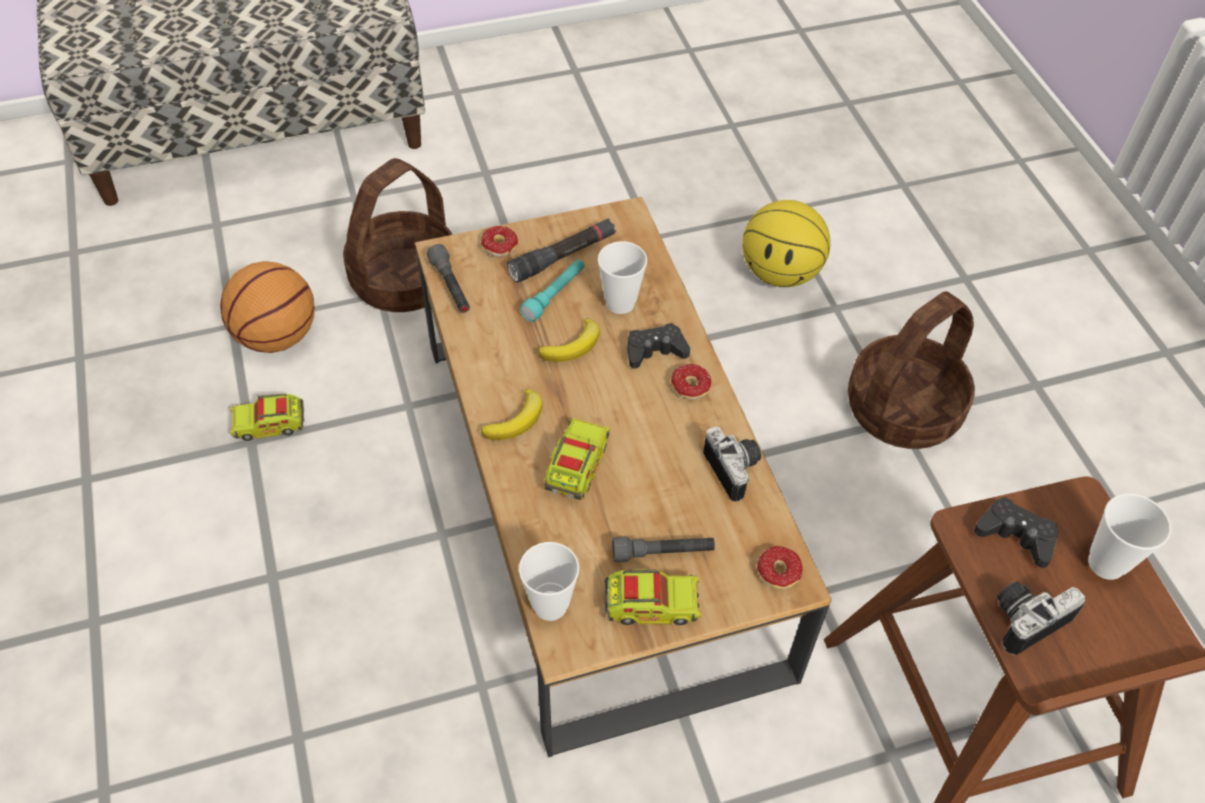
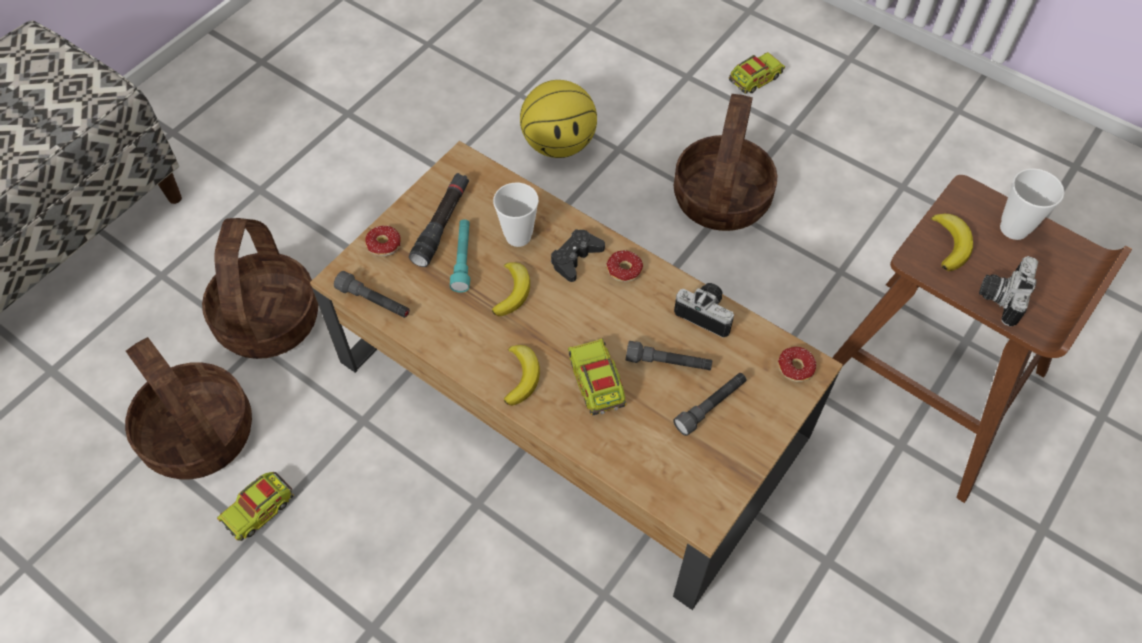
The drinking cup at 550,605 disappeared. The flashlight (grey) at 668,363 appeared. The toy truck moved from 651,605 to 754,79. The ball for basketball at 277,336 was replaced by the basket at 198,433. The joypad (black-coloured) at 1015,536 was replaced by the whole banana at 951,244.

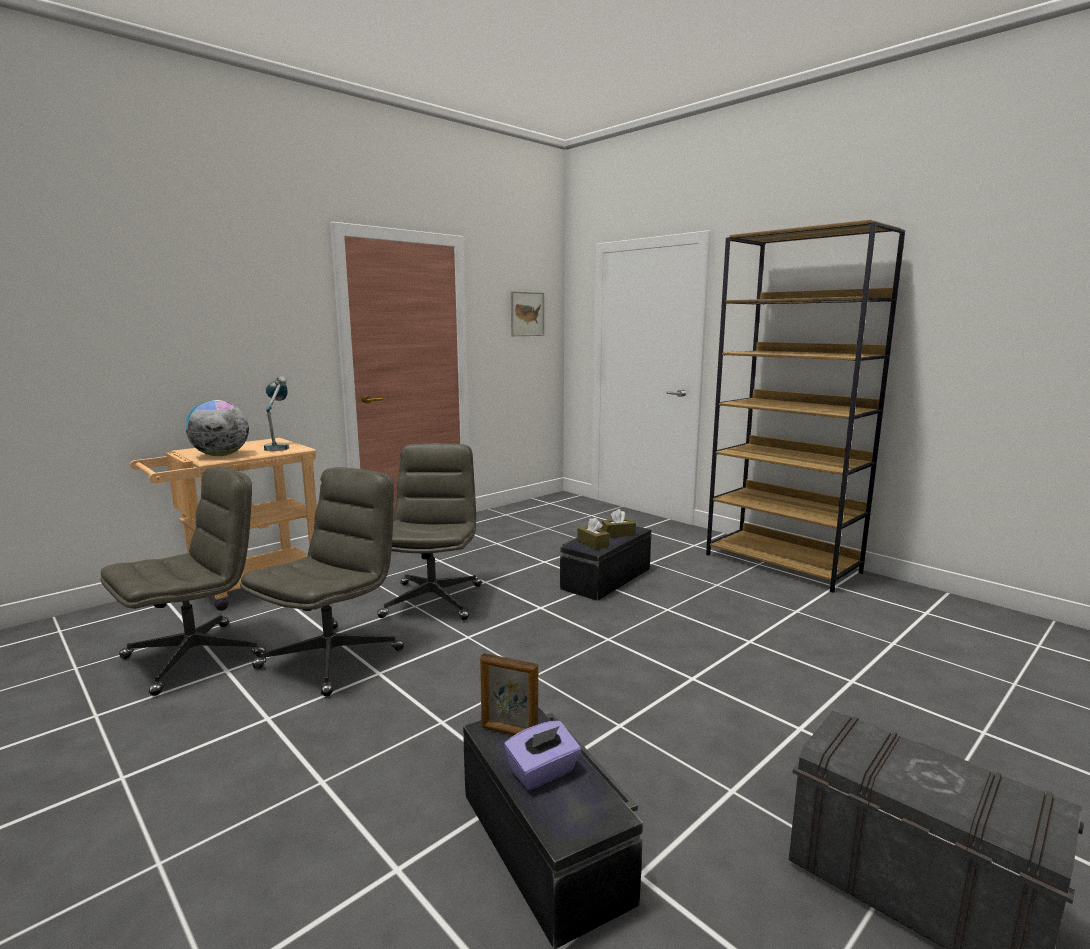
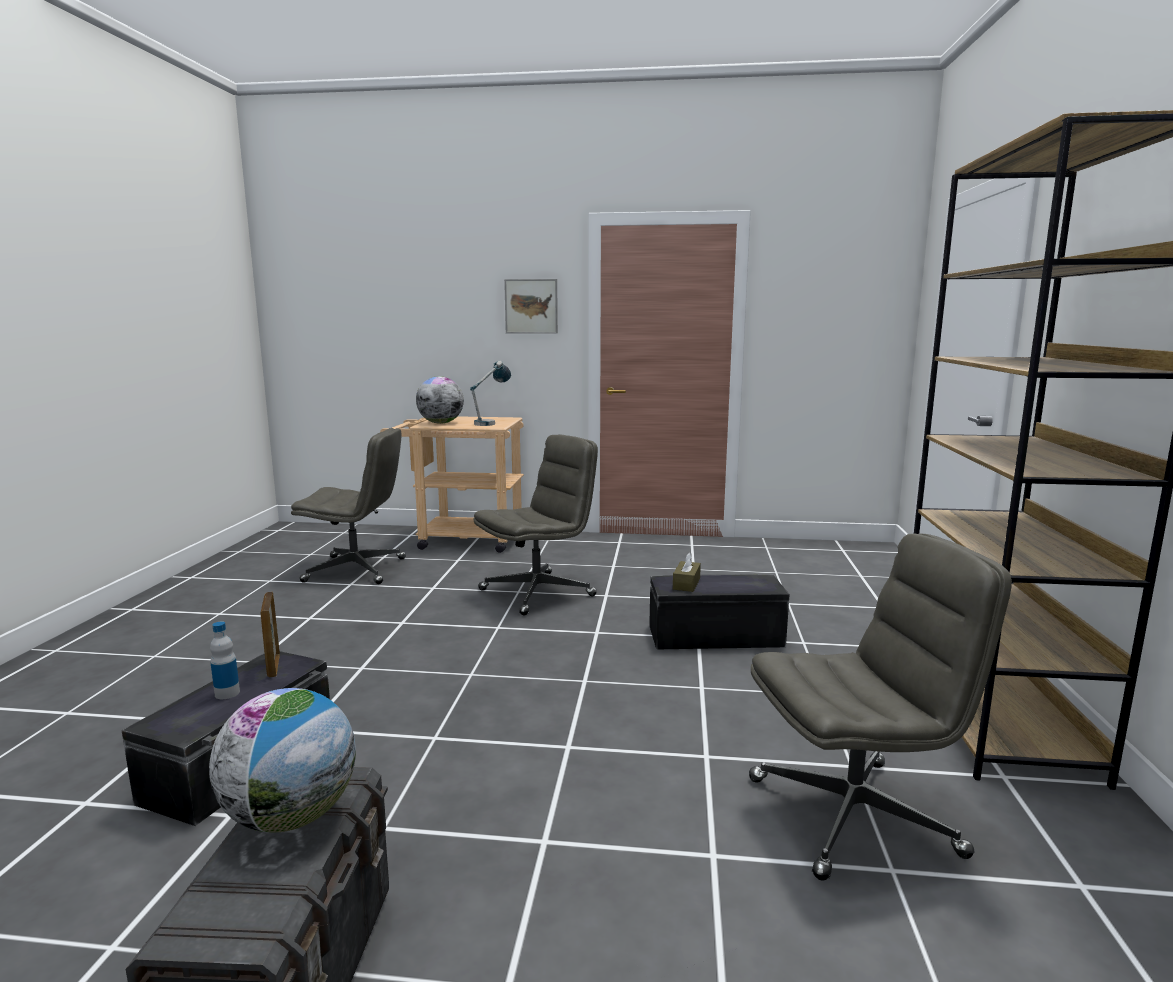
The tissue holder (brownish) at 618,534 disappeared. The globe at 291,816 appeared. The desk chair (grey) moved from 332,658 to 854,815. The wall picture moved from 527,314 to 531,306. The tissue holder (purplish) at 543,772 was replaced by the drink bottle at 227,693.

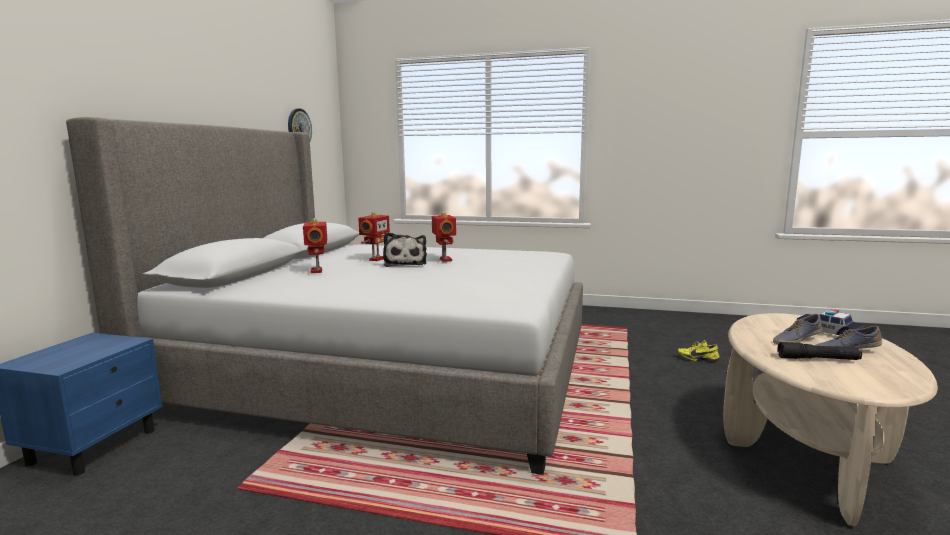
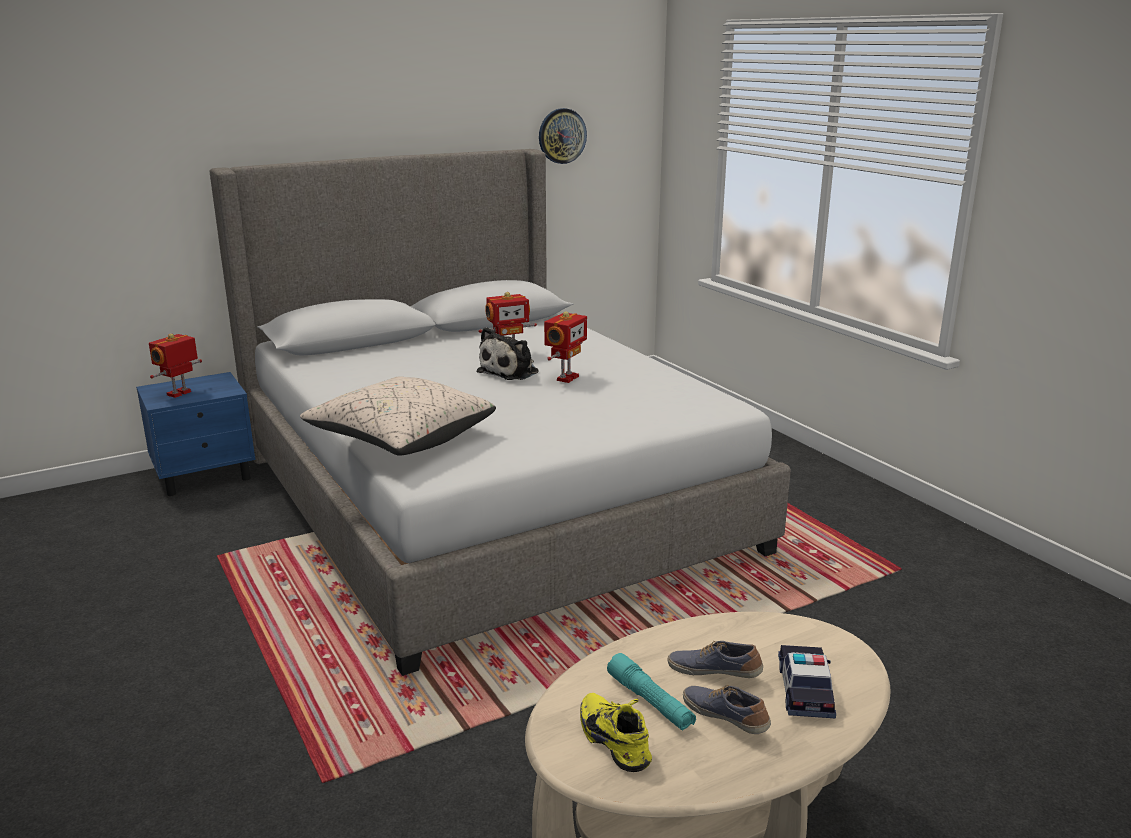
The throw pillow (beige) at 401,438 appeared. The toy robot moved from 317,271 to 180,394. The shoe (yellow) moved from 697,358 to 617,741. The flashlight (black-coloured) at 818,359 became the flashlight (turquoise) at 650,702.

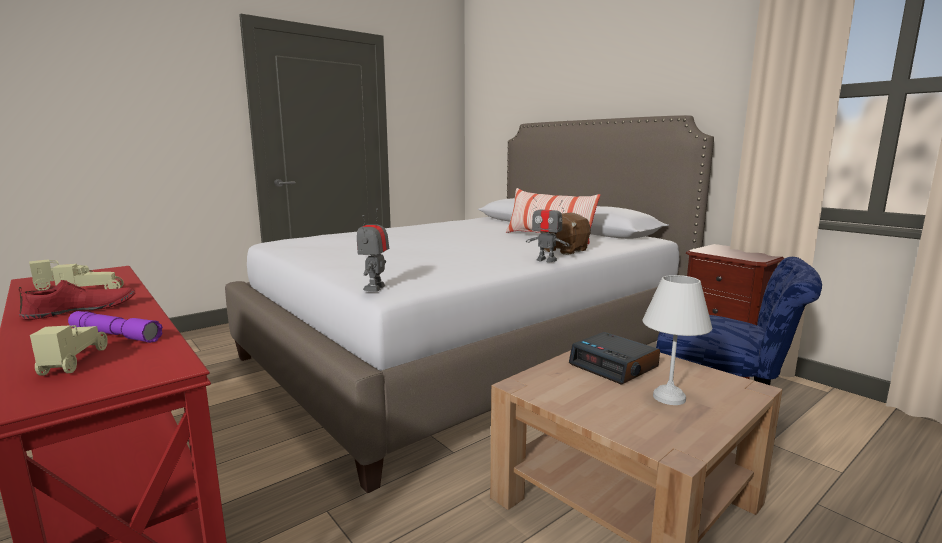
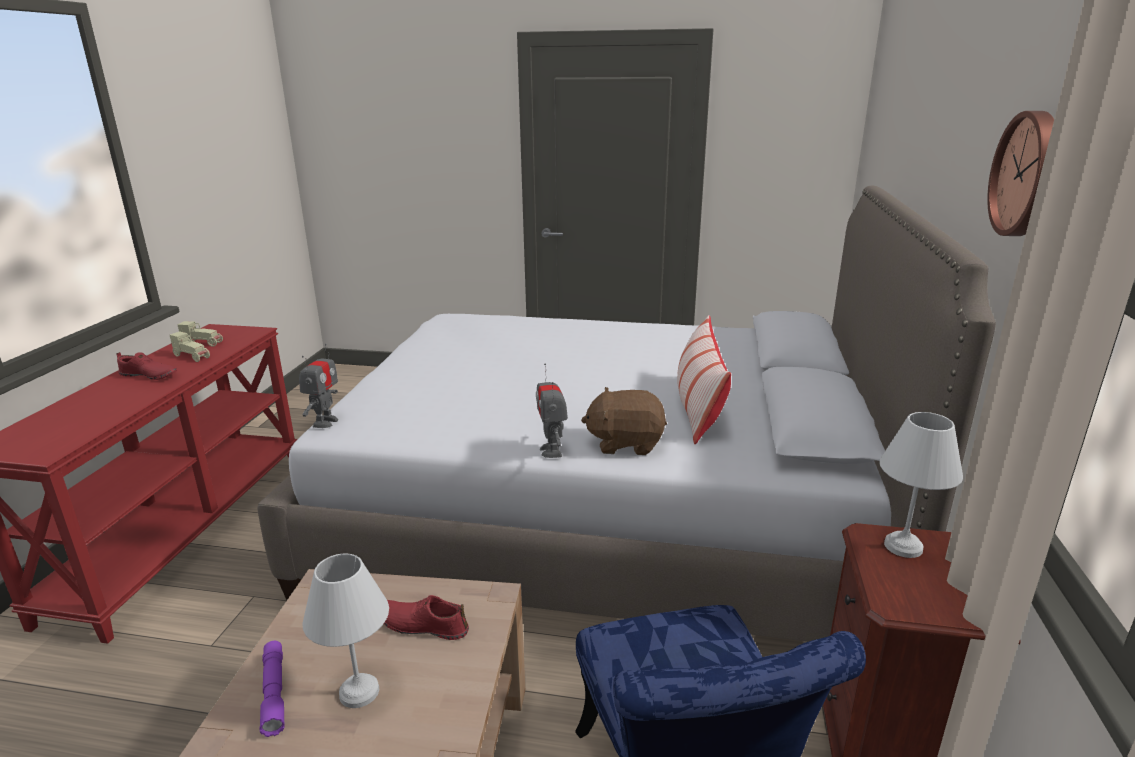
The miniature car (beige) at 74,361 disappeared. The table lamp (whitish) at 905,546 appeared. The hanging clock at 1029,175 appeared. The flashlight (purplish) moved from 115,335 to 274,693. The alarm clock at 614,366 was replaced by the shoe (red) at 422,624. The toy robot at 375,288 turned 135 degrees clockwise.

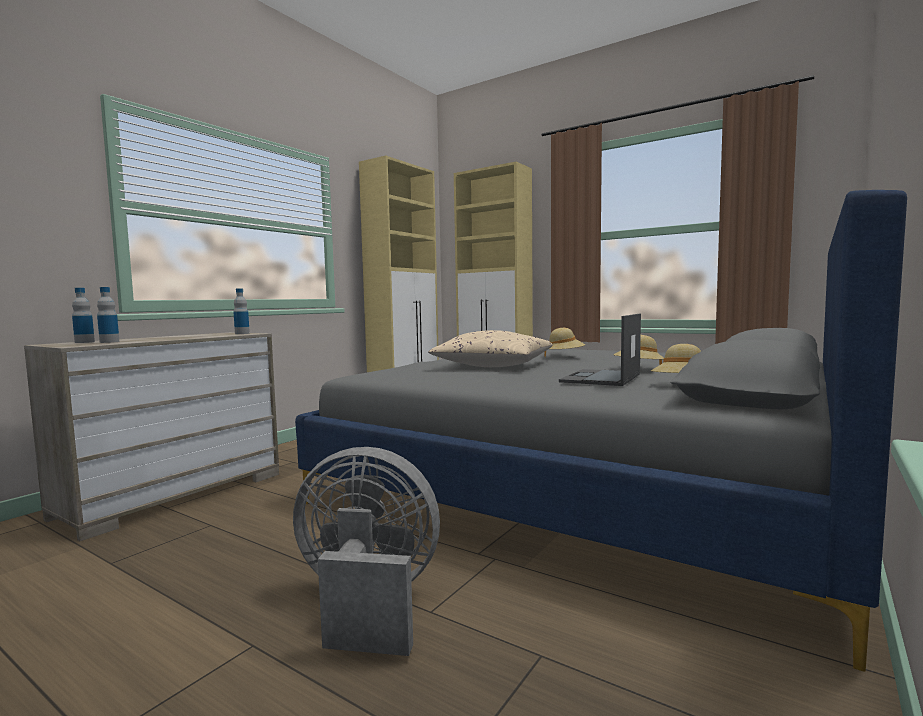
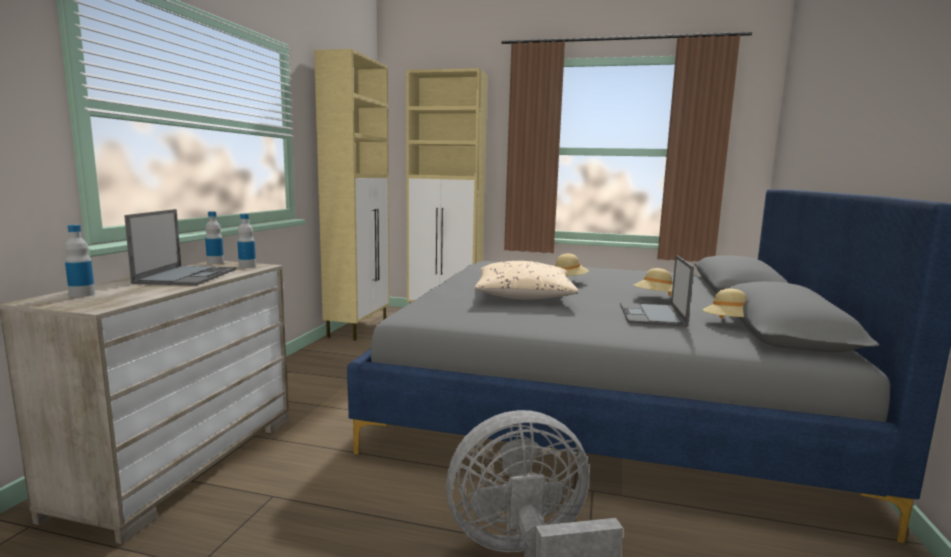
The notebook computer at 187,276 appeared. The drink bottle moved from 109,342 to 215,262.

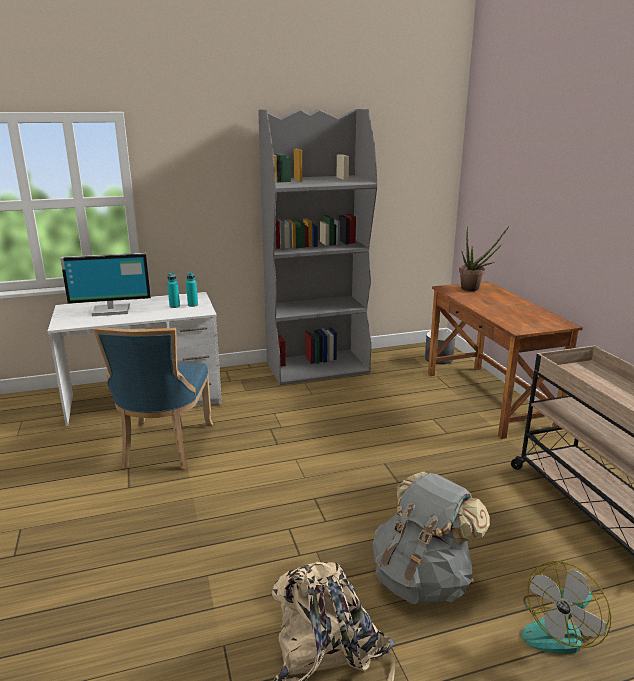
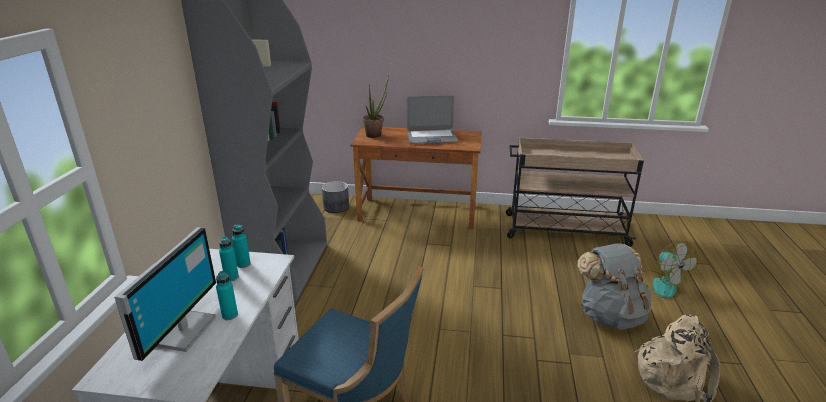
The drink bottle (turquoise) at 230,315 appeared. The notebook computer at 432,137 appeared.

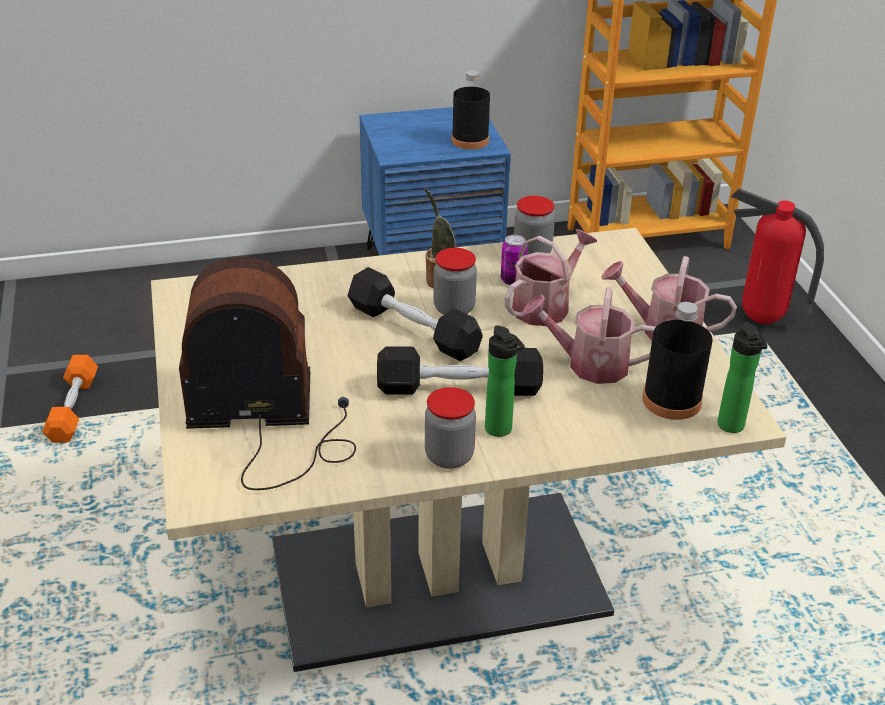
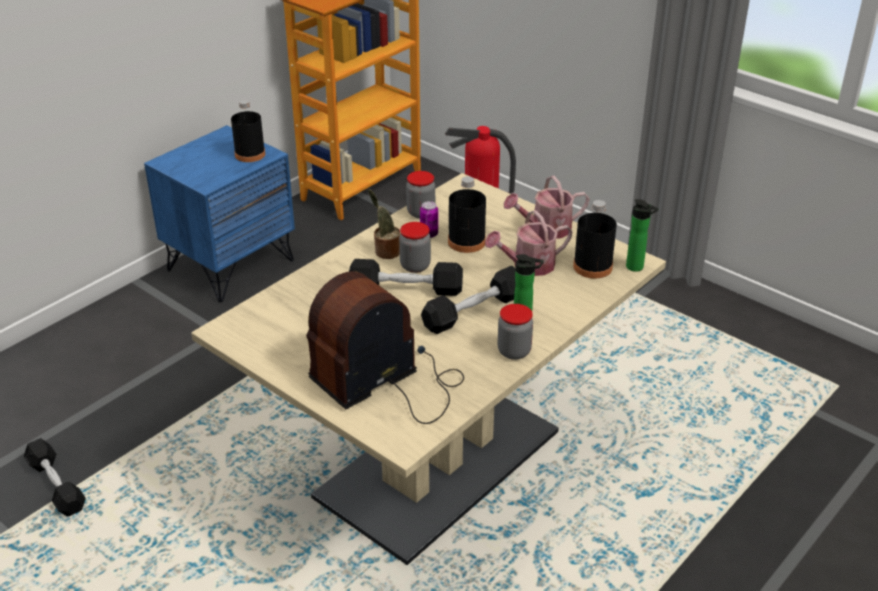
The watering can at 546,306 was replaced by the drink bottle (black-coloured) at 466,242. The dumbbell (orange) at 73,409 became the dumbbell (black-coloured) at 56,485.

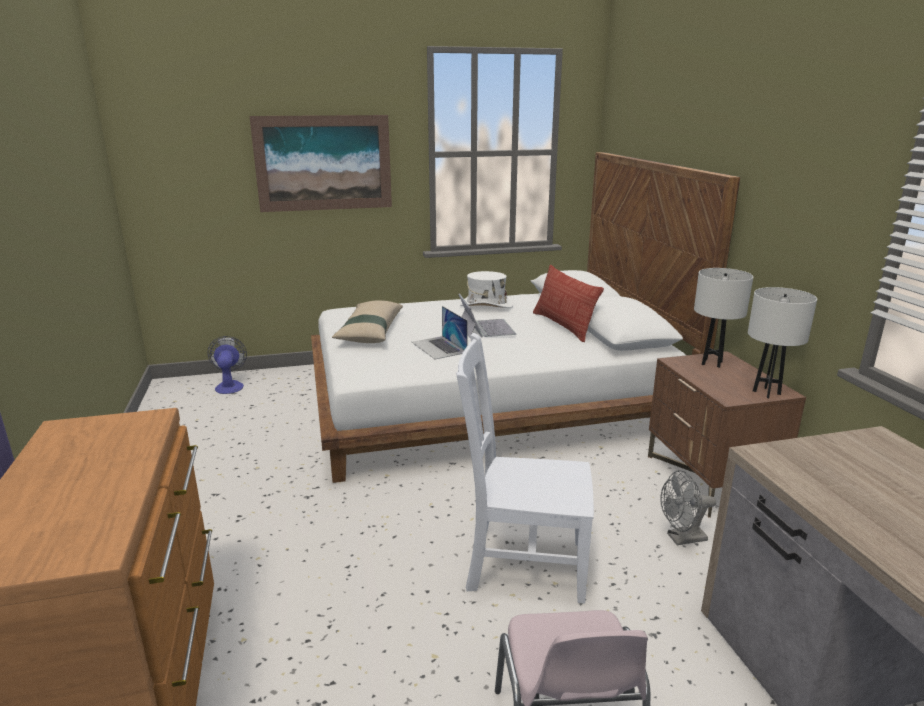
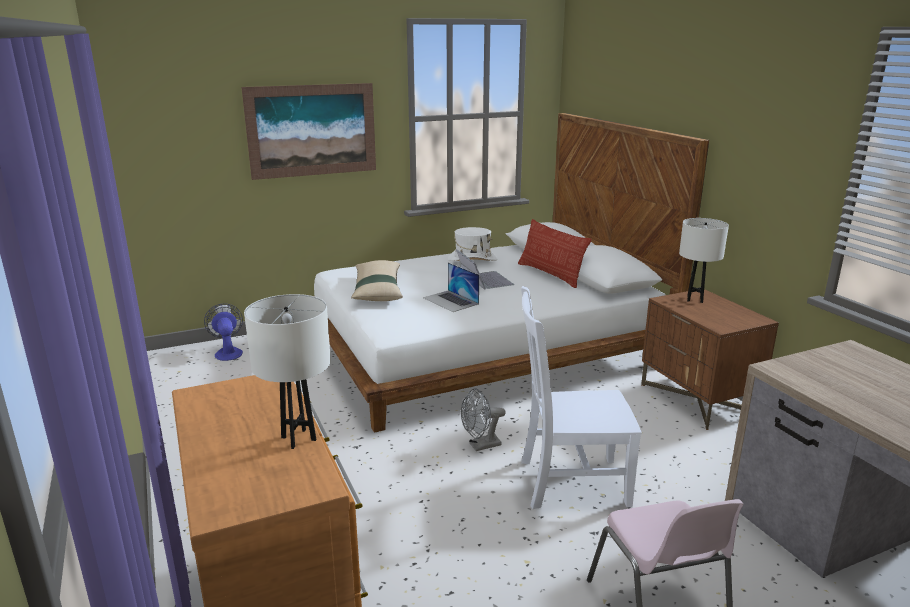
The electric fan (grey) moved from 681,539 to 480,446. The table lamp (whitish) moved from 766,392 to 298,439.

